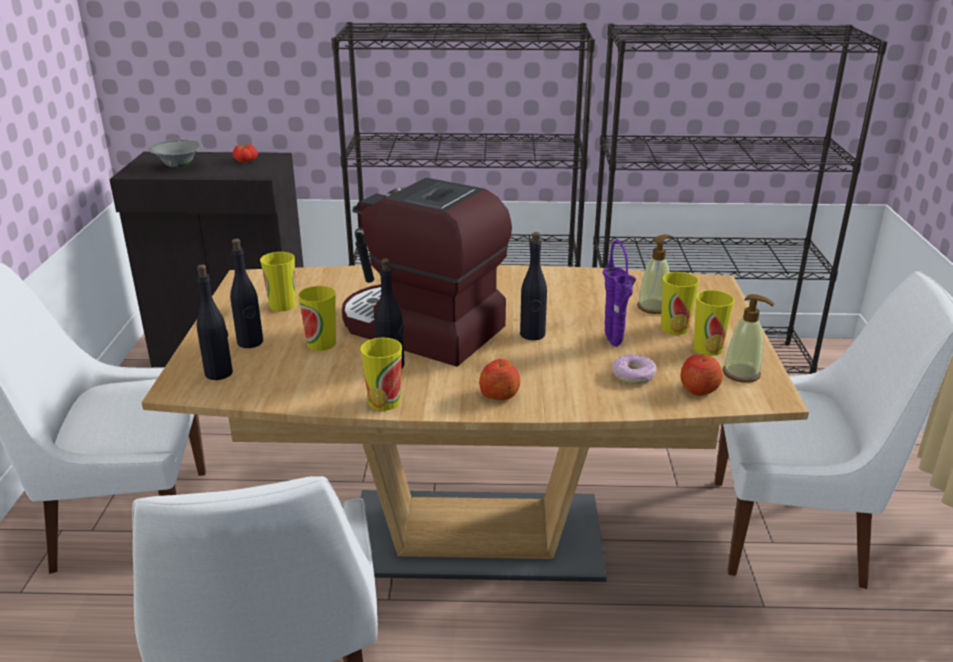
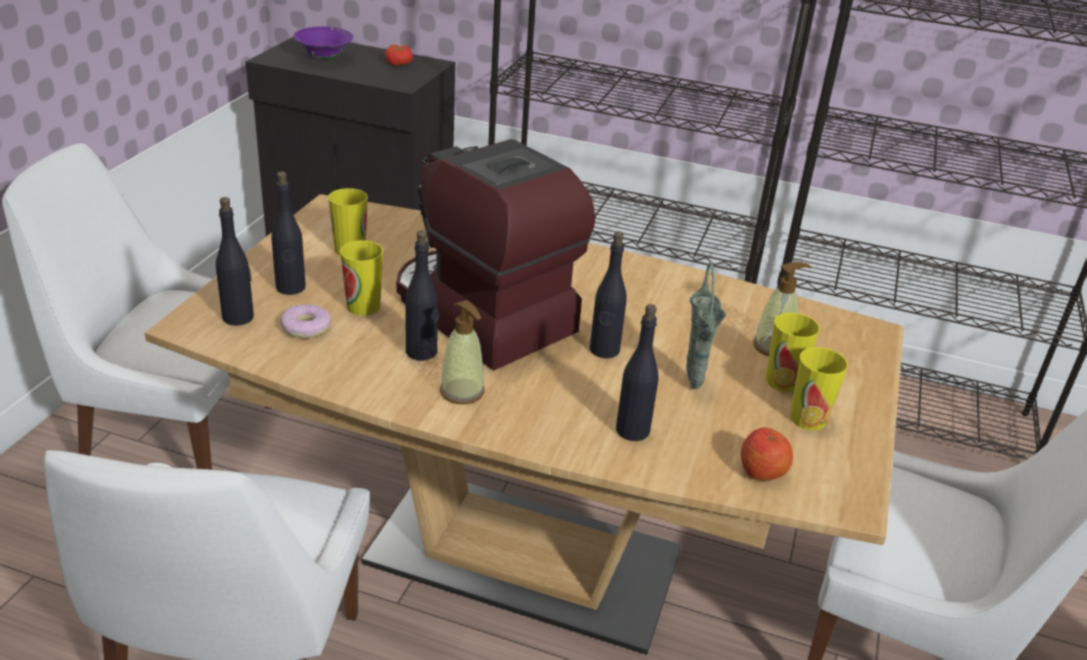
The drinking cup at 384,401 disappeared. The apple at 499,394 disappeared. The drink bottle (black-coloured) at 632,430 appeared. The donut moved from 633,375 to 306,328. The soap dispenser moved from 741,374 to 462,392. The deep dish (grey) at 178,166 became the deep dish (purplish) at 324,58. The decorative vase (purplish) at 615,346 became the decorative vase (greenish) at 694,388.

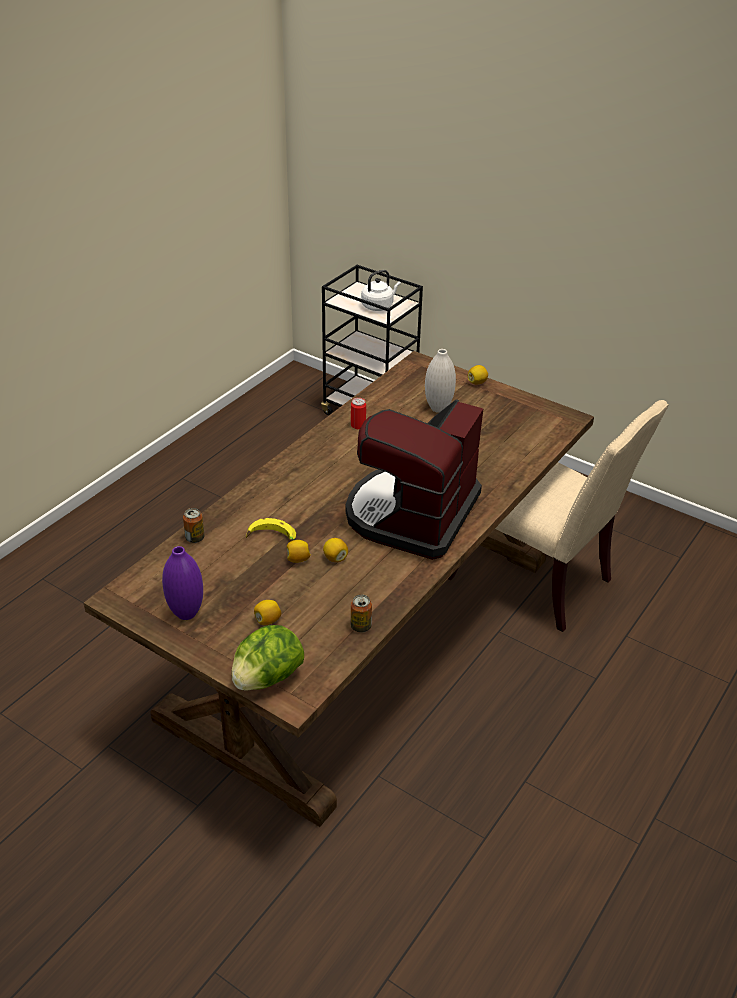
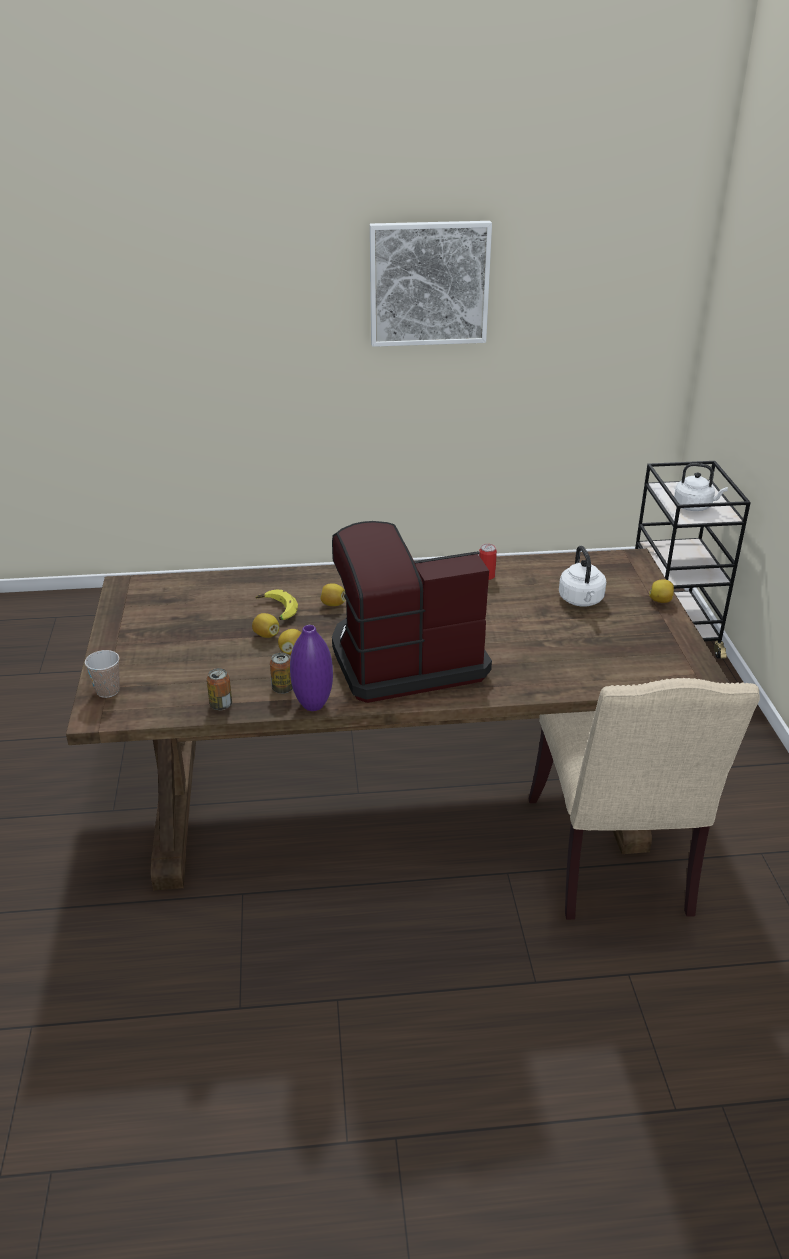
The wall picture at 429,283 appeared. The decorative vase (purplish) moved from 186,613 to 313,705. The can moved from 195,538 to 282,688. The lemon moved from 267,620 to 333,604. The lettuce at 267,678 was replaced by the drinking cup at 108,691. The decorative vase (whitish) at 438,408 was replaced by the tea kettle (whitish) at 581,600.

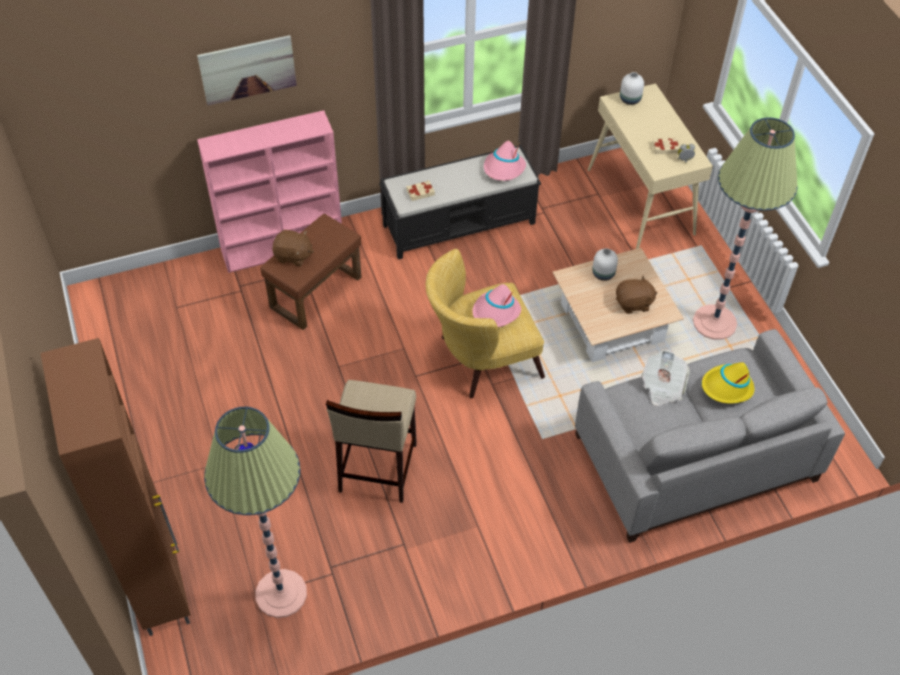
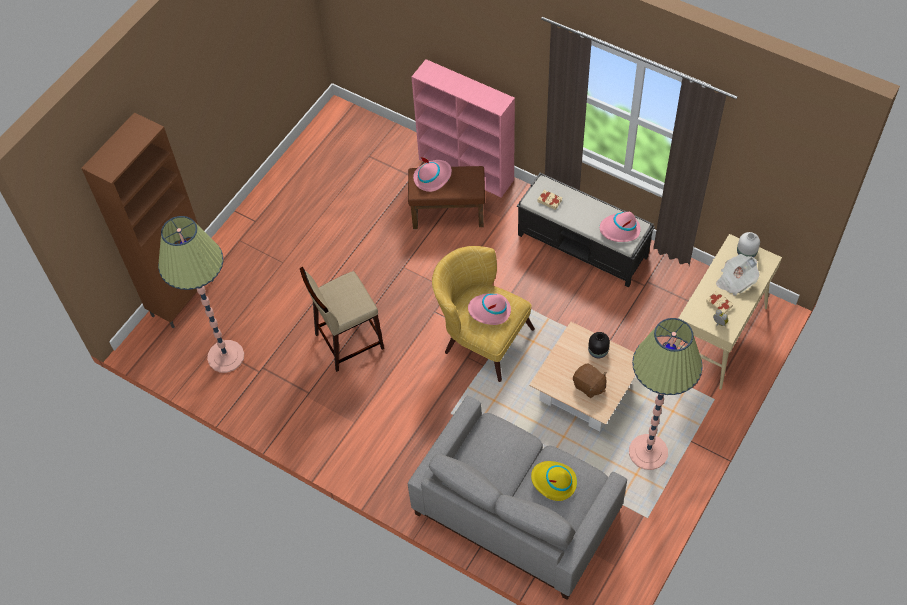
The wall picture at 247,69 disappeared. The printed paper moved from 662,386 to 735,280. The soft toy (brownish) at 293,256 was replaced by the clothing hat (pinkish) at 432,177. The decorative vase (whitish) at 603,273 became the decorative vase (black-coloured) at 598,351.

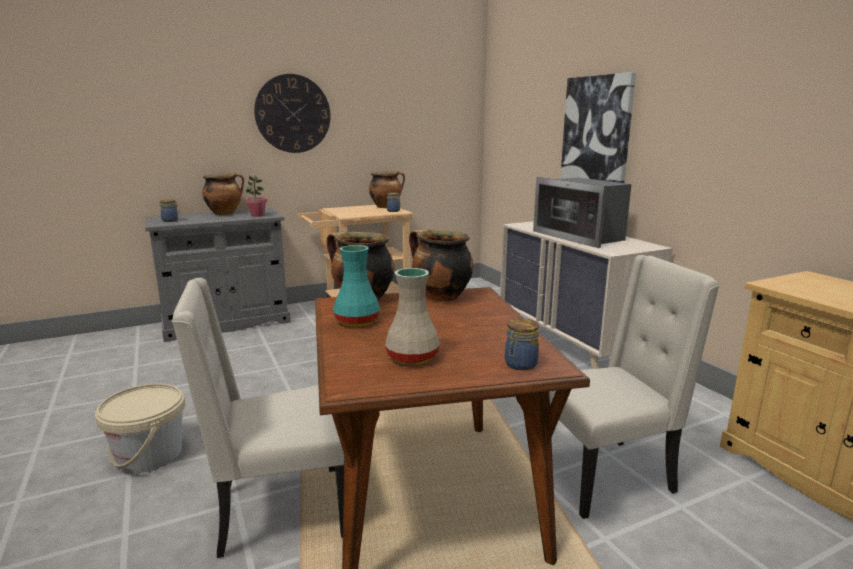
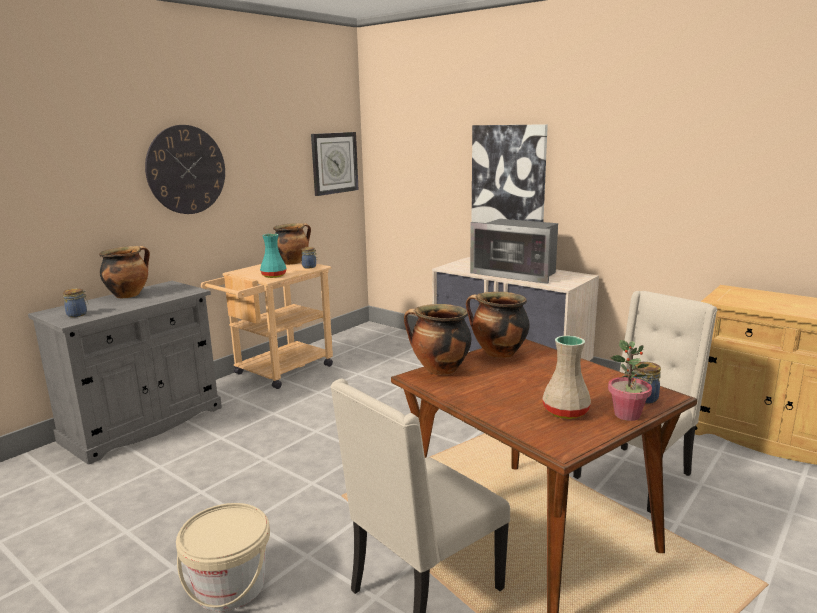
The hanging clock at 334,163 appeared. The potted plant moved from 257,215 to 627,415. The decorative vase (turquoise) moved from 356,322 to 273,276.

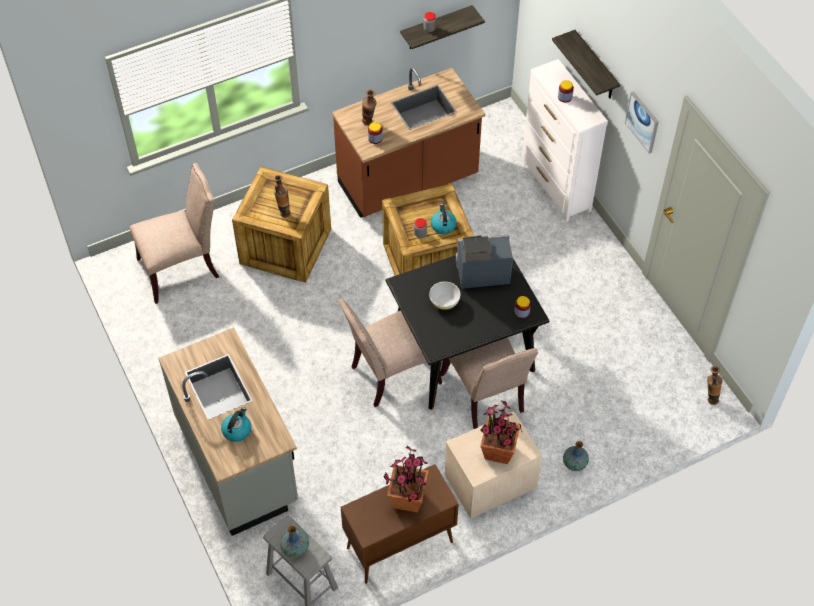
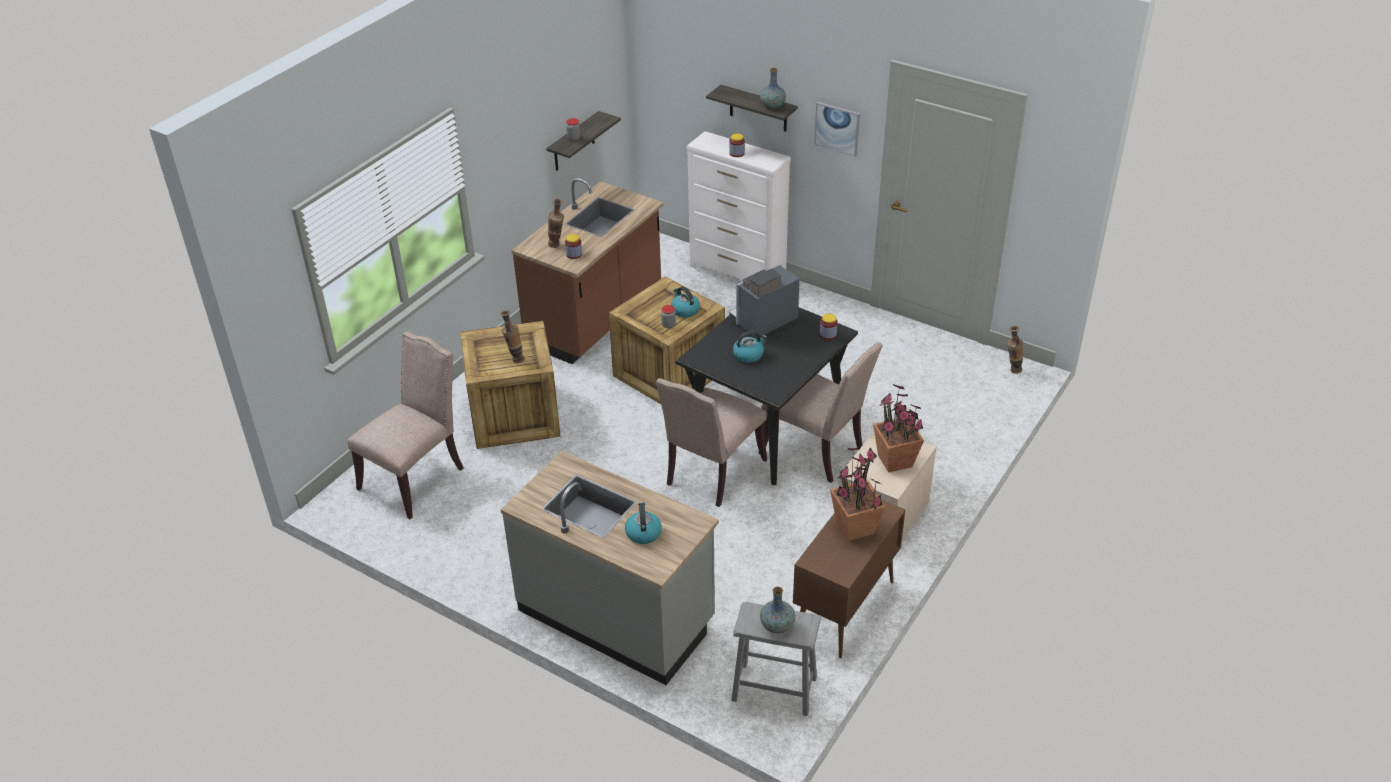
The decorative vase moved from 574,463 to 772,106. The deep dish (whitish) at 444,301 was replaced by the tea kettle at 748,355.

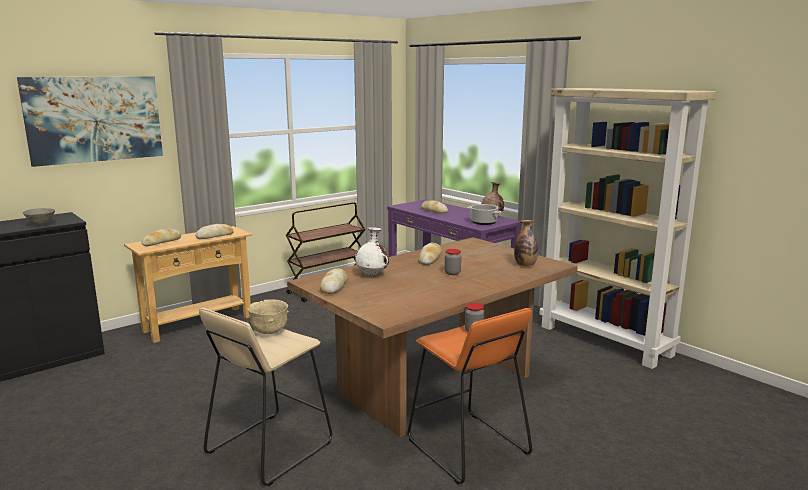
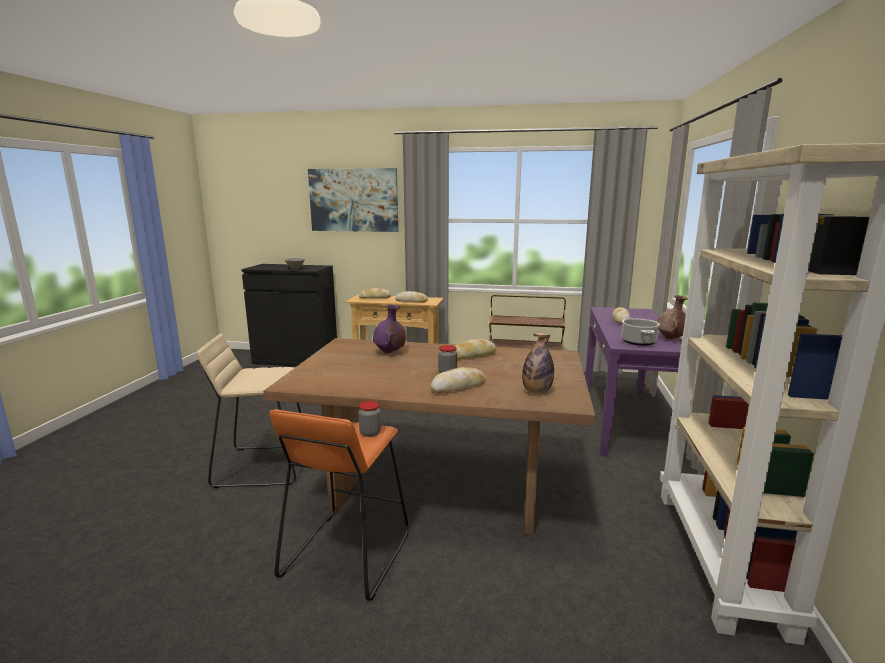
The deep dish (beige) at 269,331 disappeared. The bakery bread moved from 334,286 to 458,386. The decorative vase (whitish) at 372,275 became the decorative vase (purplish) at 390,352.

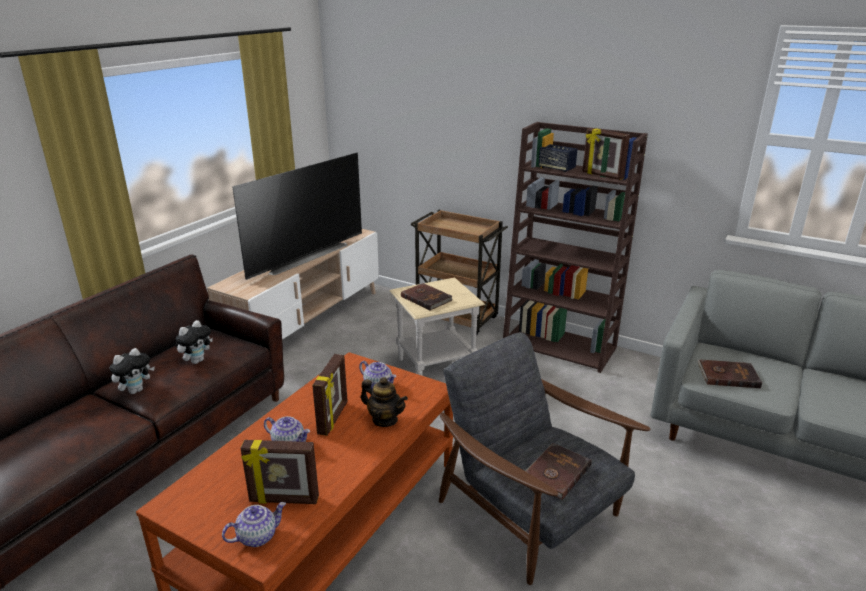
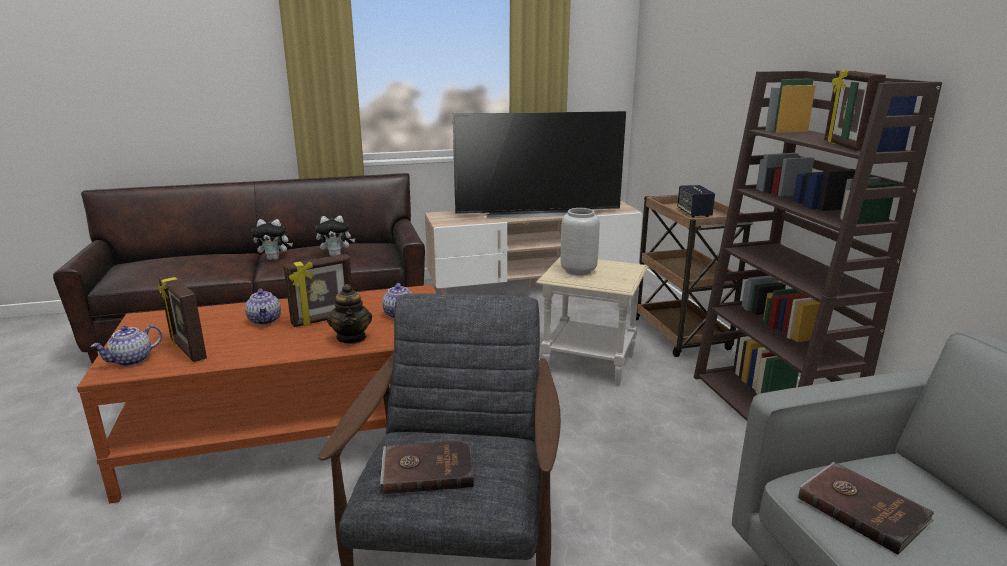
The loudspeaker moved from 556,168 to 694,213. The volume (brownish) at 426,298 was replaced by the decorative vase (grey) at 579,270. The tea pot at 257,536 turned 120 degrees clockwise.

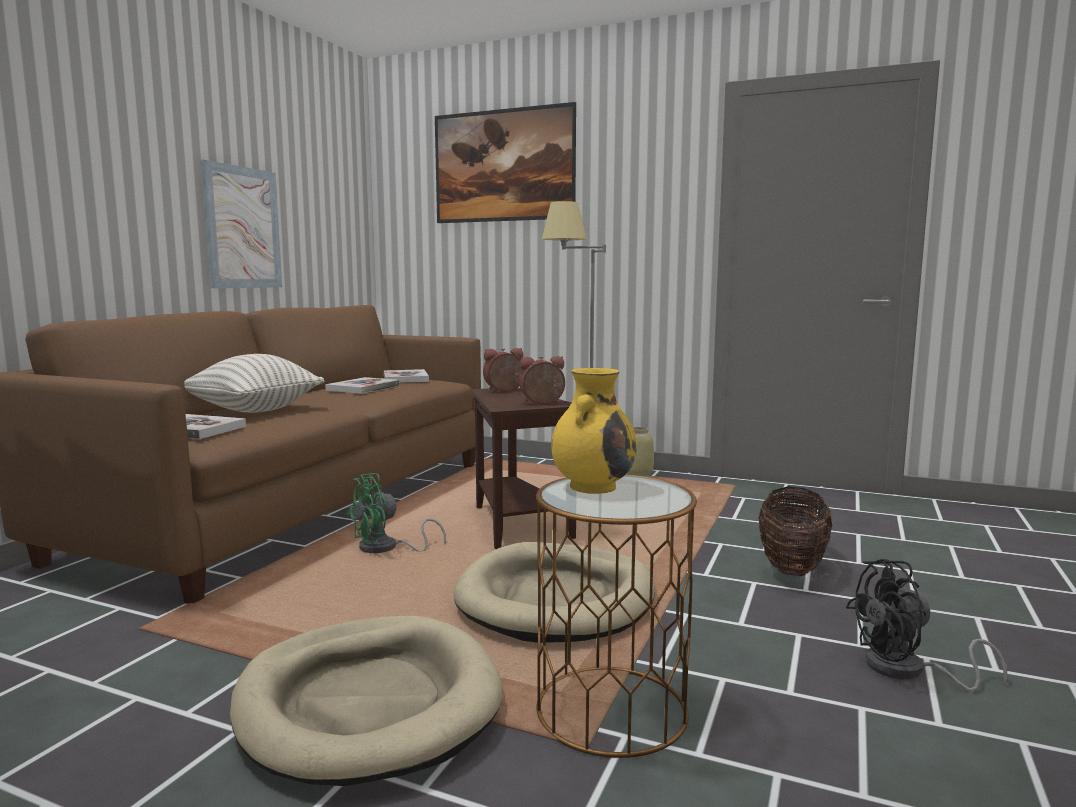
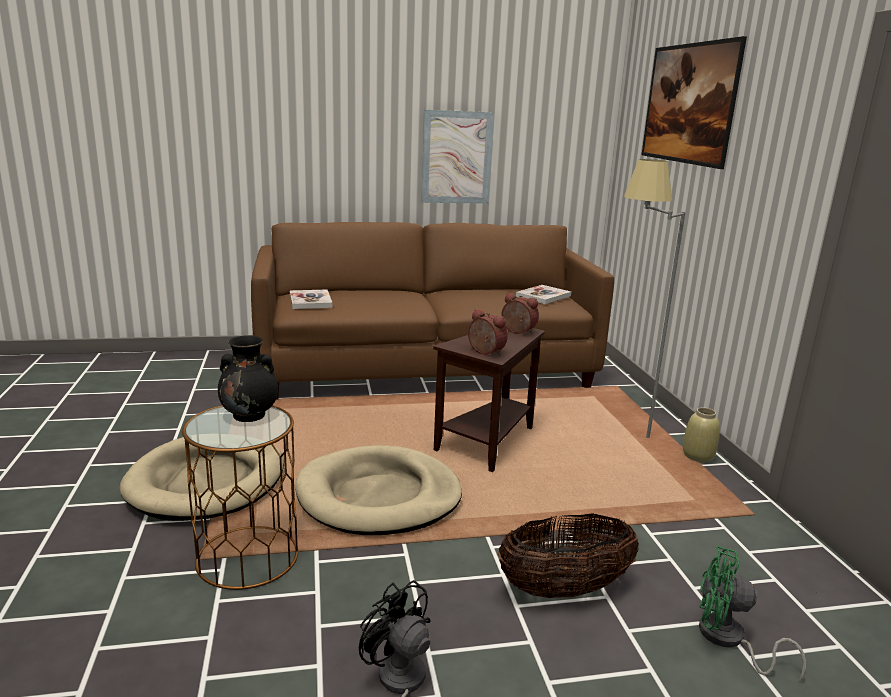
The throw pillow at 254,410 disappeared. The volume at 363,388 disappeared. The electric fan (greenish) moved from 386,549 to 728,640. The decorative vase (yellow) at 593,486 became the decorative vase (black-coloured) at 250,415.

